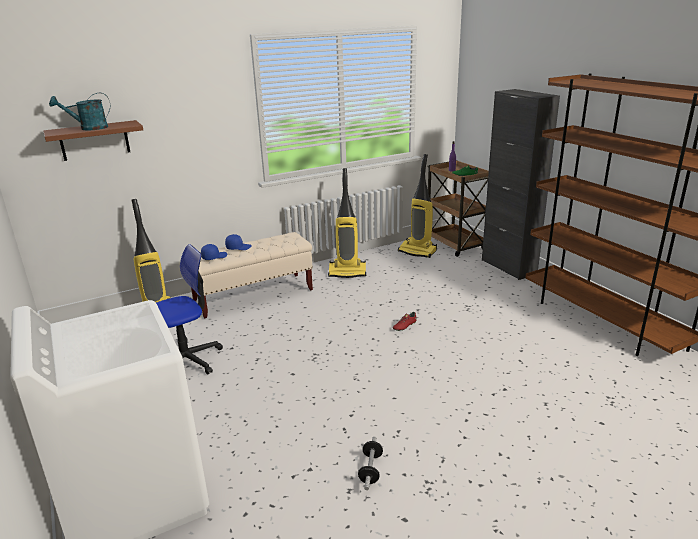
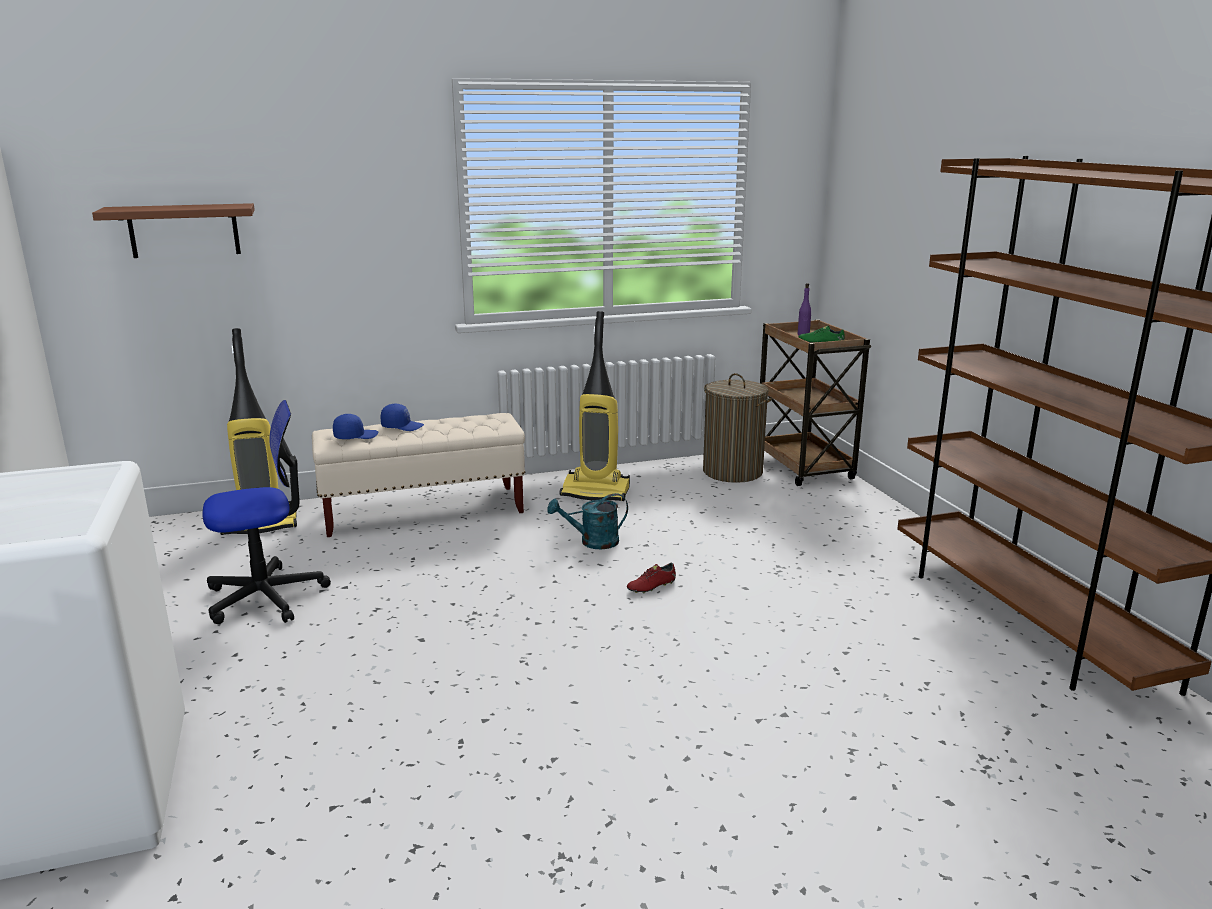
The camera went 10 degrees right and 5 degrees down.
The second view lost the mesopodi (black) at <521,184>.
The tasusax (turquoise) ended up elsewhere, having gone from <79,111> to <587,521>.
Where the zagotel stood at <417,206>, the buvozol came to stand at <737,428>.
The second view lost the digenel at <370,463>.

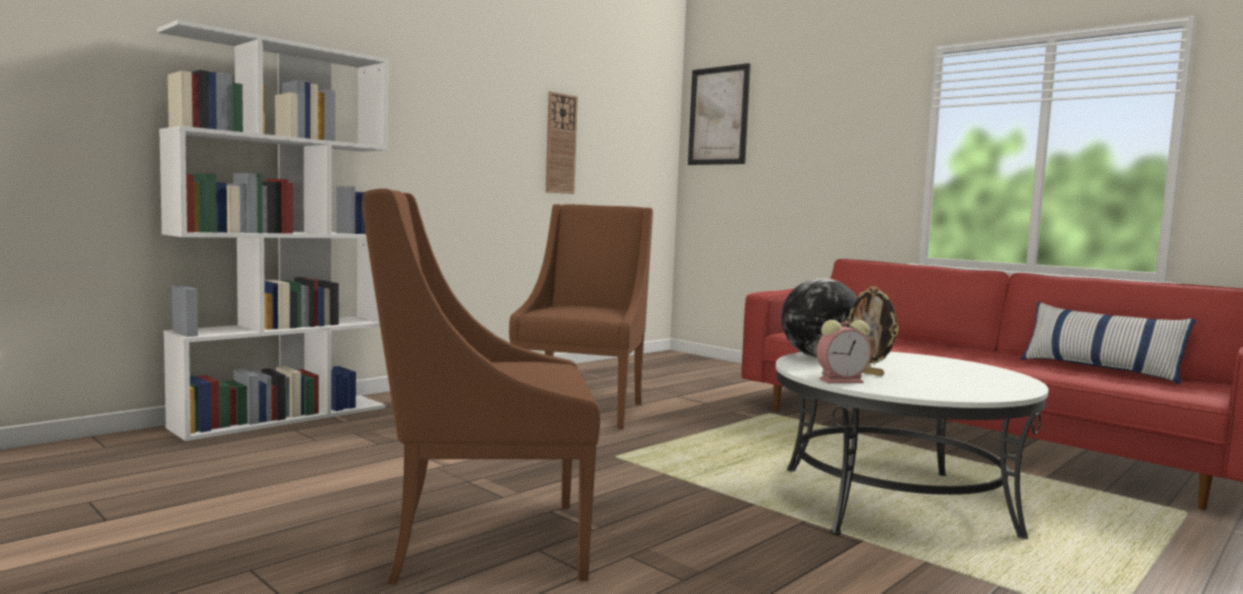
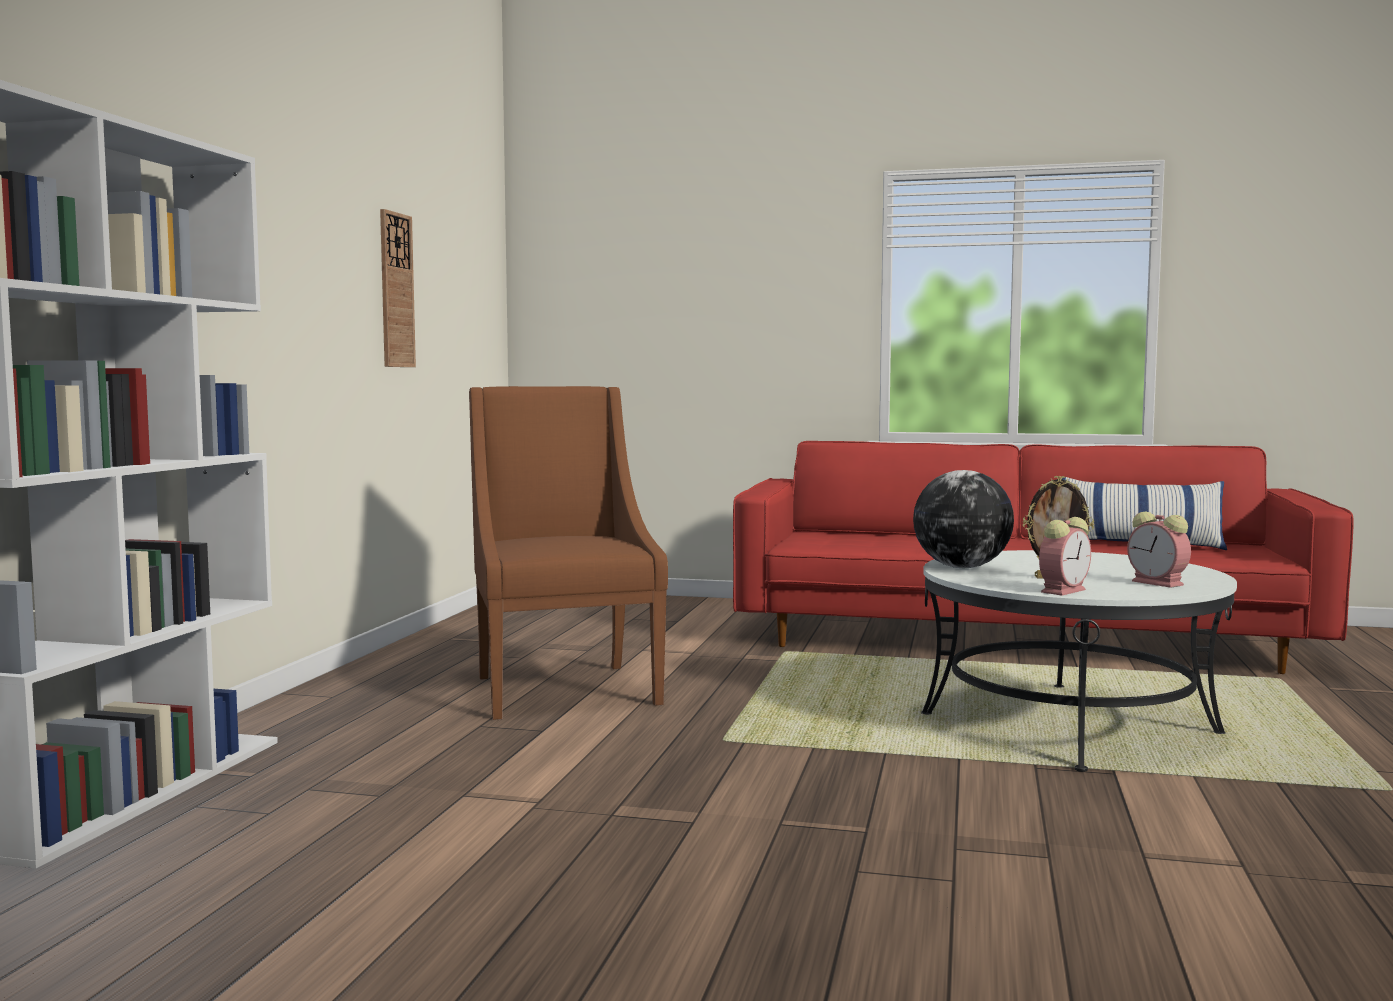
The camera went 30 degrees left and 0 degrees up.
The second view lost the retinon at <719,114>.
The second view lost the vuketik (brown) at <481,386>.
The second view gained the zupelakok at <1159,550>.

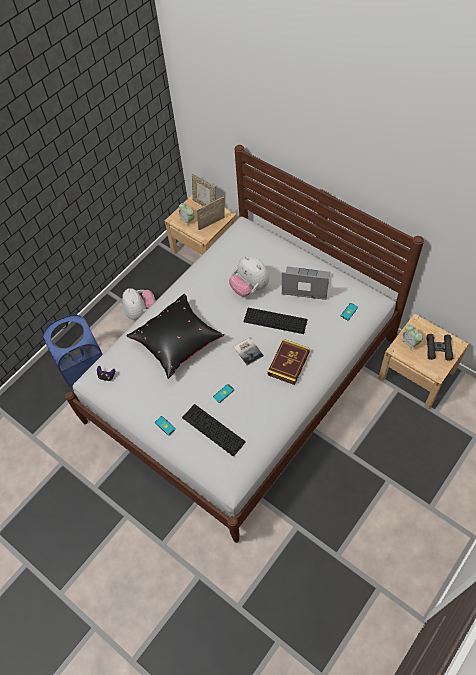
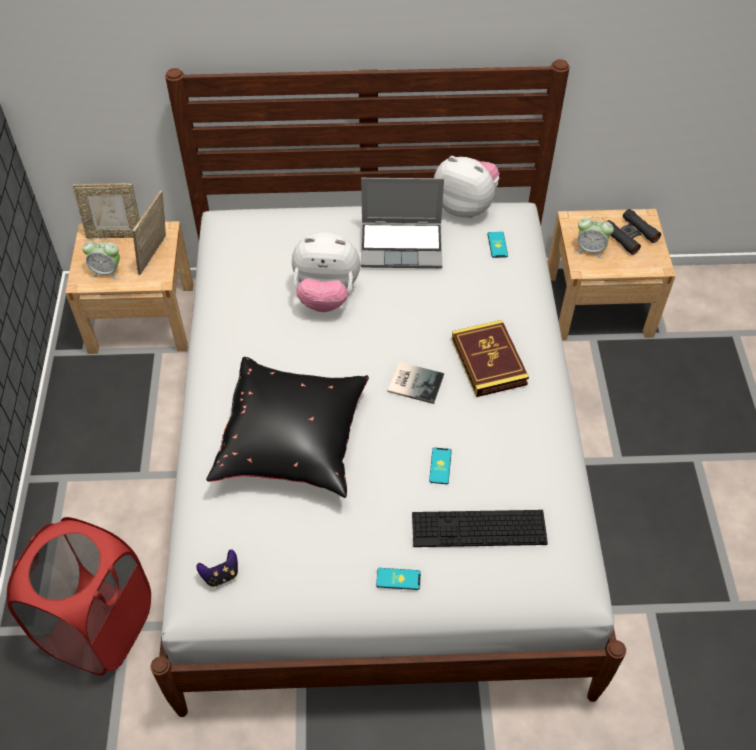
The camera went 45 degrees left and 5 degrees down.
The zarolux at <306,283> ended up facing another way, 150 degrees counterclockwise from before.
The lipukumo ended up elsewhere, having gone from <139,304> to <467,187>.
The second view lost the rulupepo at <275,321>.
What was the buvozol (blue) at <72,351> turned into the buvozol (red) at <79,596>.

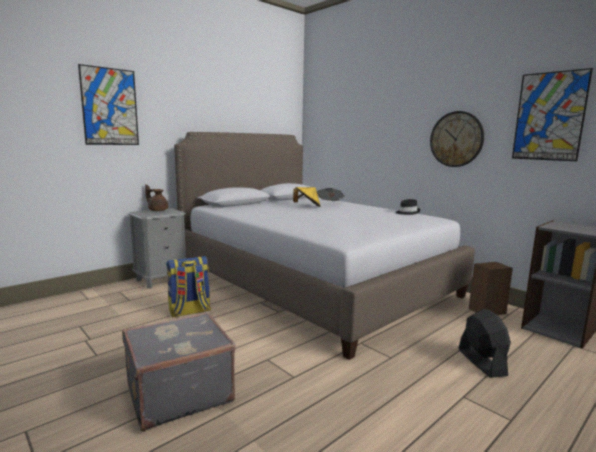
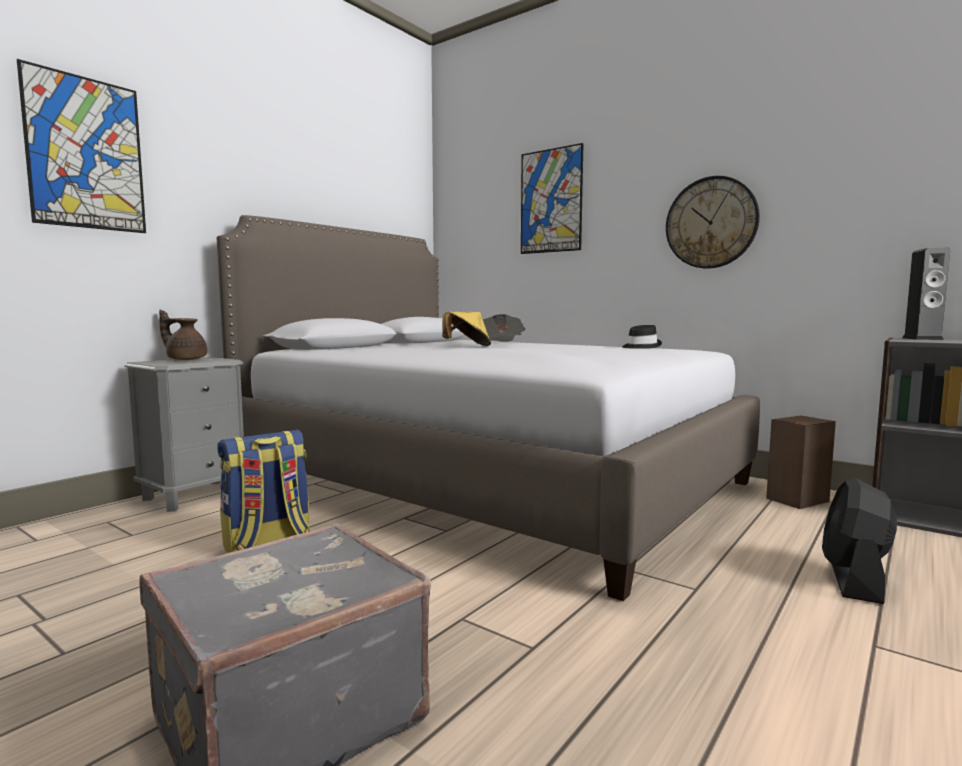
The camera went 10 degrees left and 5 degrees down.
The retinon ended up elsewhere, having gone from <552,114> to <552,198>.
The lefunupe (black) at <485,343> ended up facing another way, 135 degrees counterclockwise from before.
The second view gained the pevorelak at <926,293>.

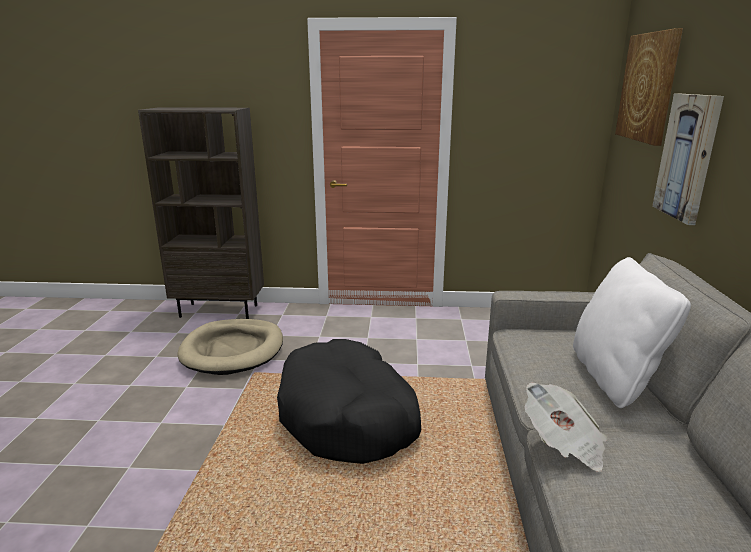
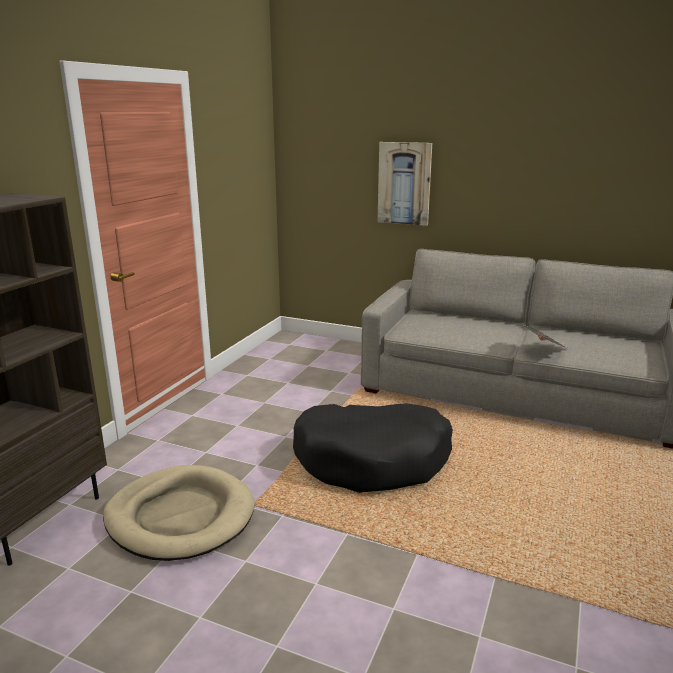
The camera went 70 degrees left and 0 degrees up.
The second view lost the retinon at <649,87>.
The second view lost the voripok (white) at <632,332>.

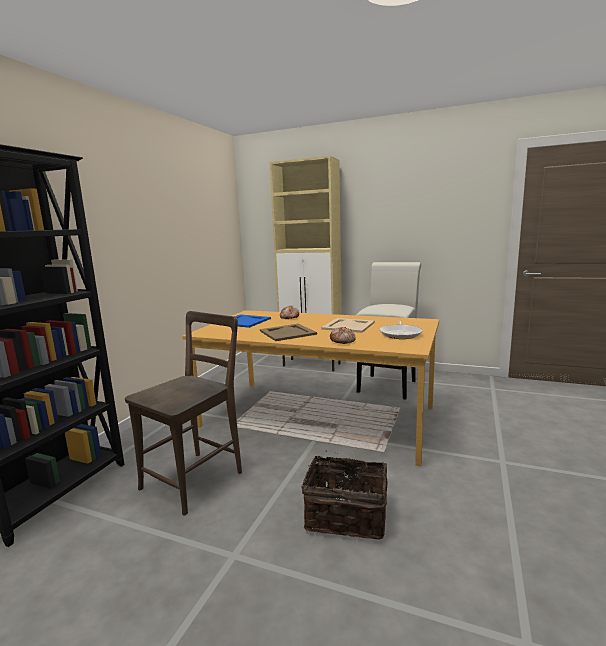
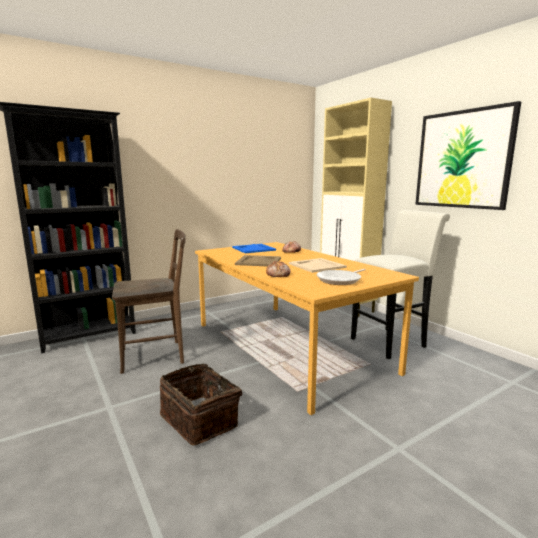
The camera went 35 degrees right and 0 degrees up.
The second view gained the retinon at <468,155>.

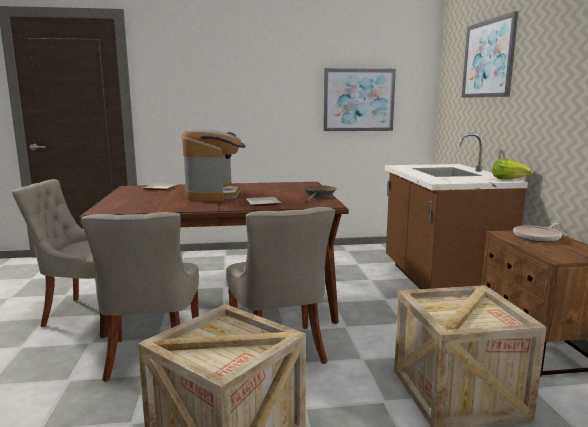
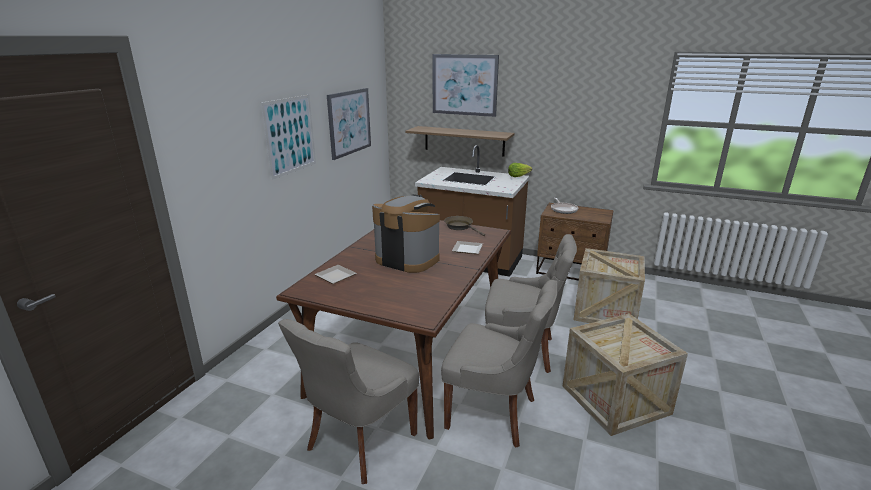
The camera went 60 degrees left and 10 degrees up.
The second view gained the retinon at <288,137>.
The second view gained the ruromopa at <460,141>.

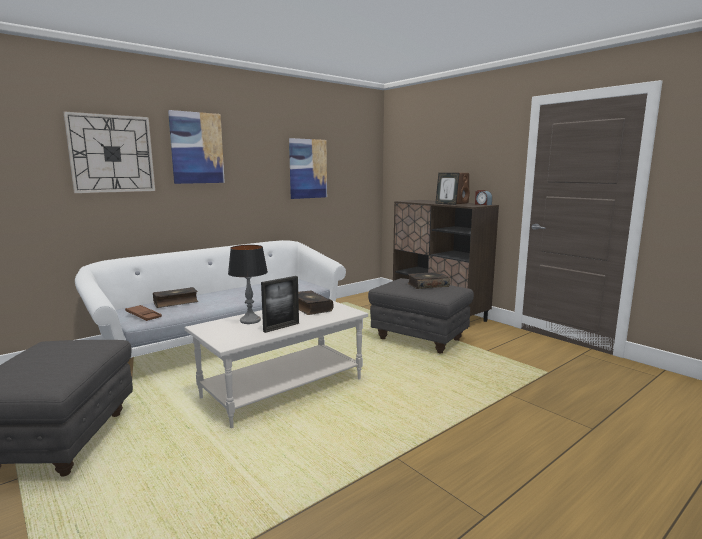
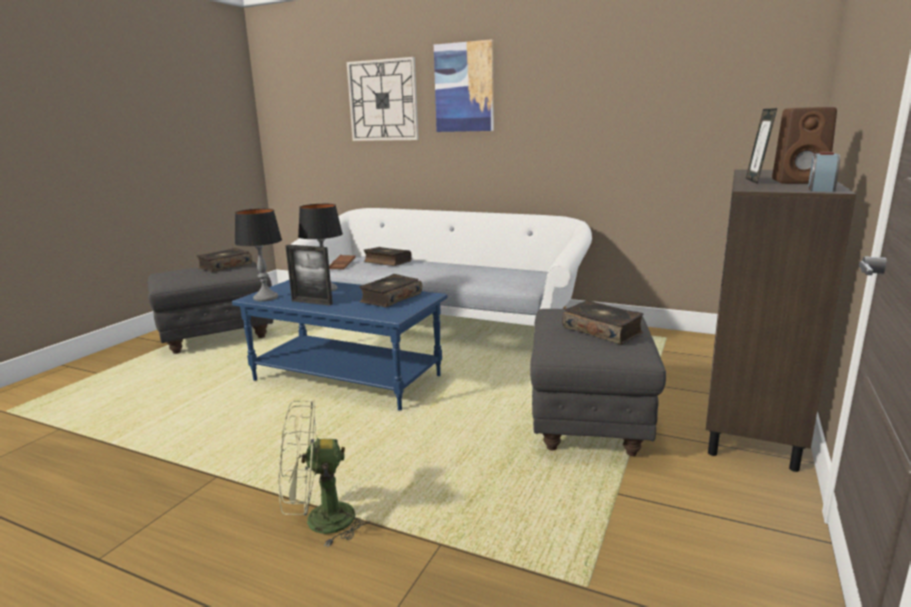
The camera went 65 degrees right and 5 degrees up.
The second view lost the retinon at <308,168>.
What was the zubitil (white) at <276,364> turned into the zubitil (blue) at <339,345>.
The second view gained the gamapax at <258,255>.
The second view gained the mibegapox at <224,260>.
The second view gained the lefunupe (green) at <324,473>.

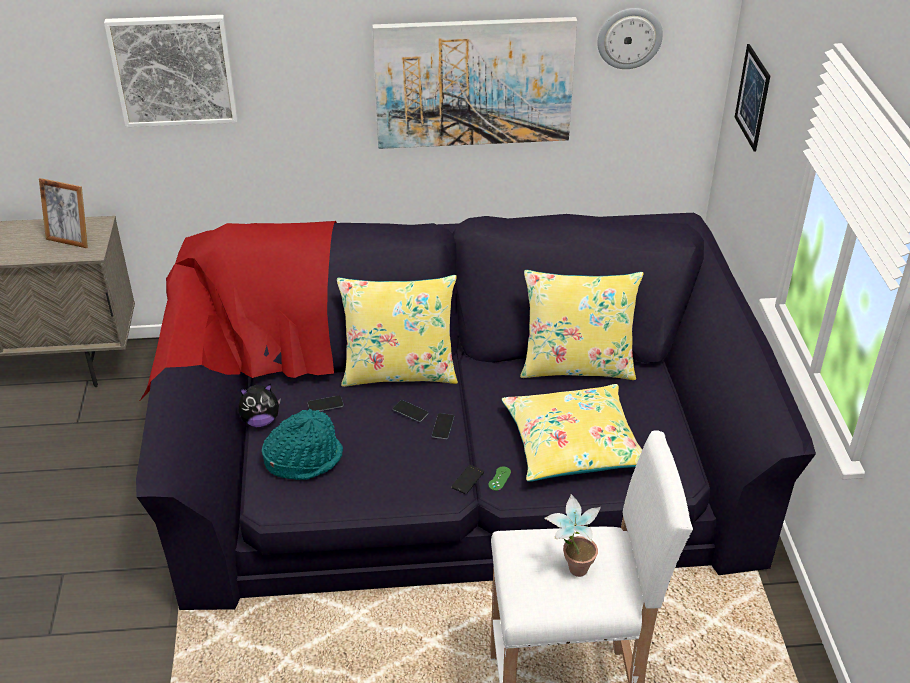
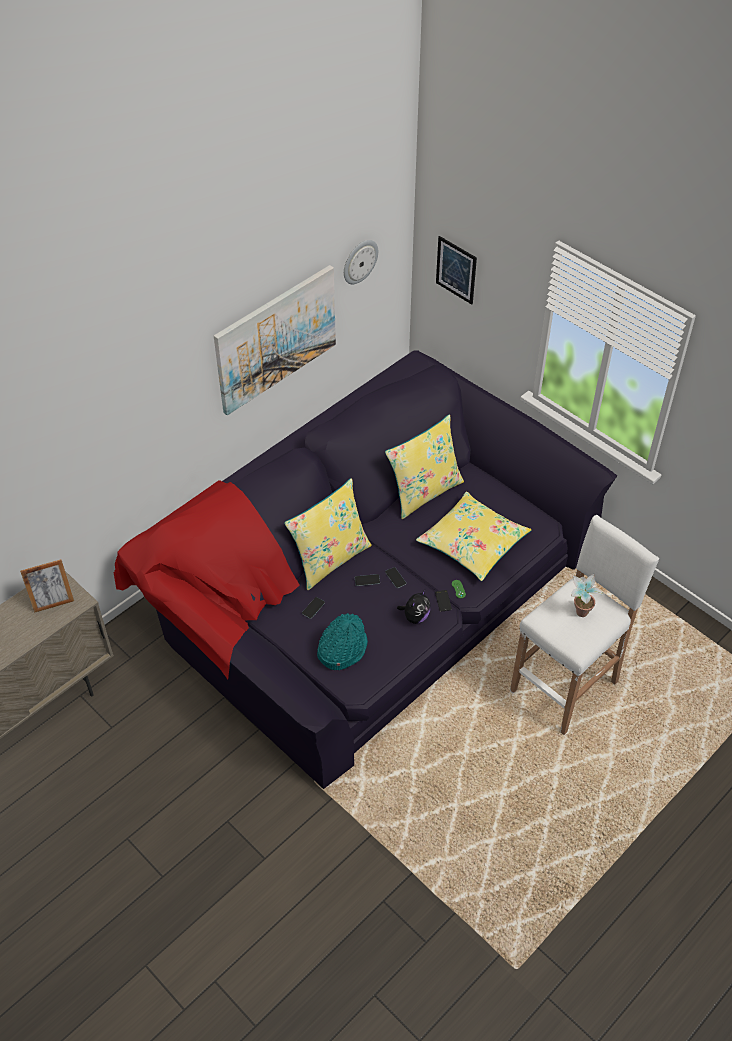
The camera went 40 degrees left and 10 degrees up.
The second view lost the retinon at <171,71>.
The lipukumo ended up elsewhere, having gone from <260,405> to <414,607>.

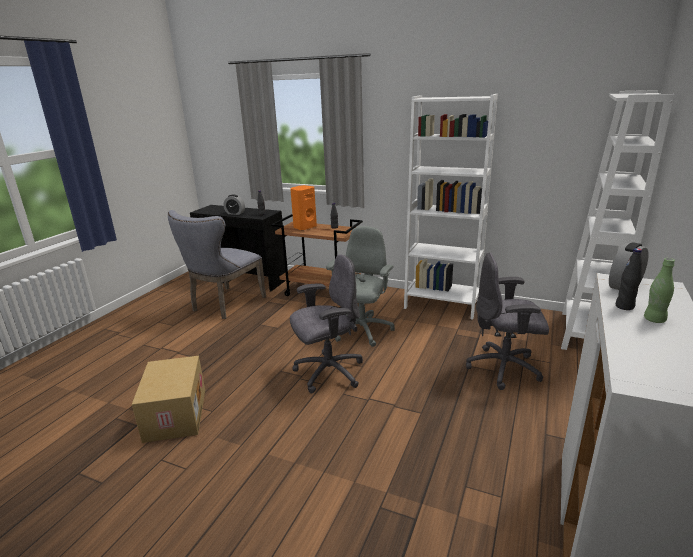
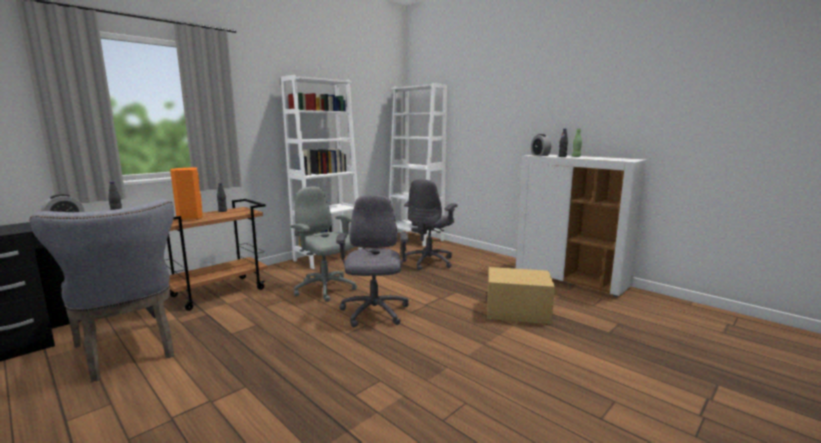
The camera went 70 degrees left and 10 degrees down.
The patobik ended up elsewhere, having gone from <168,399> to <521,295>.

